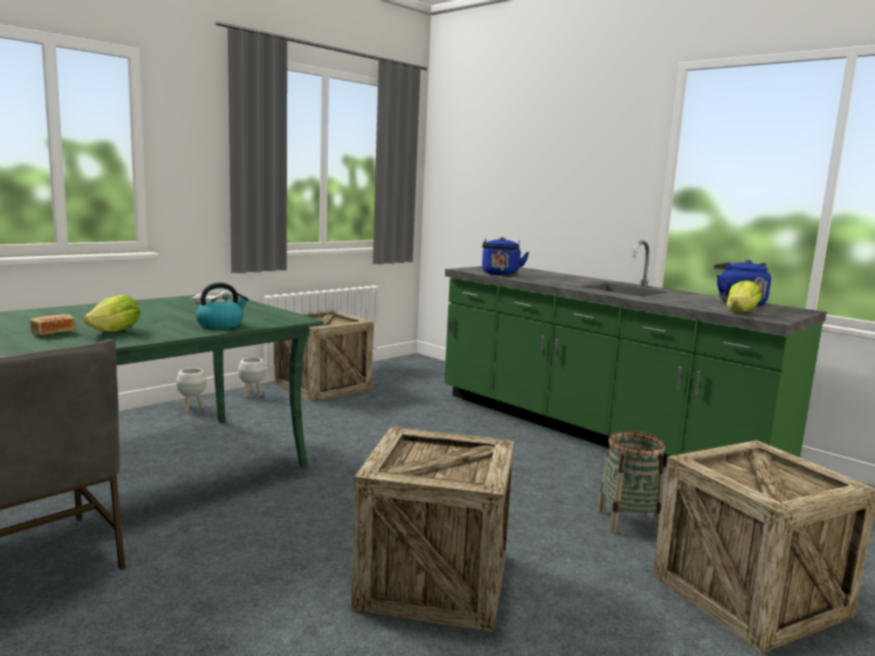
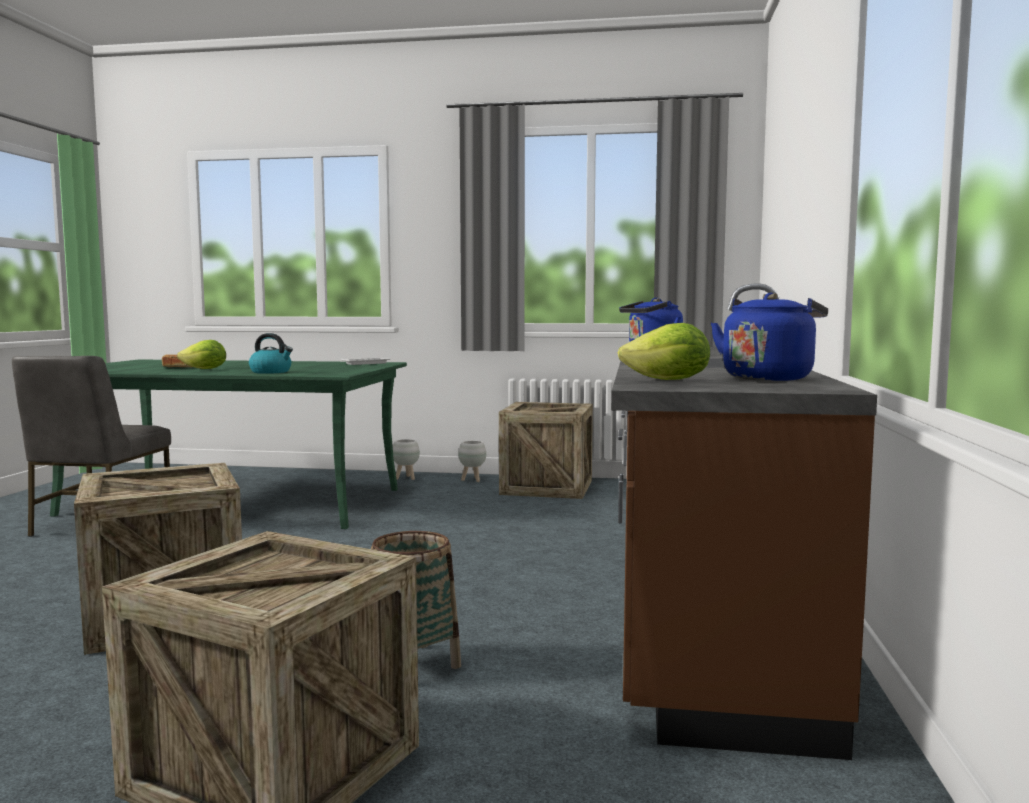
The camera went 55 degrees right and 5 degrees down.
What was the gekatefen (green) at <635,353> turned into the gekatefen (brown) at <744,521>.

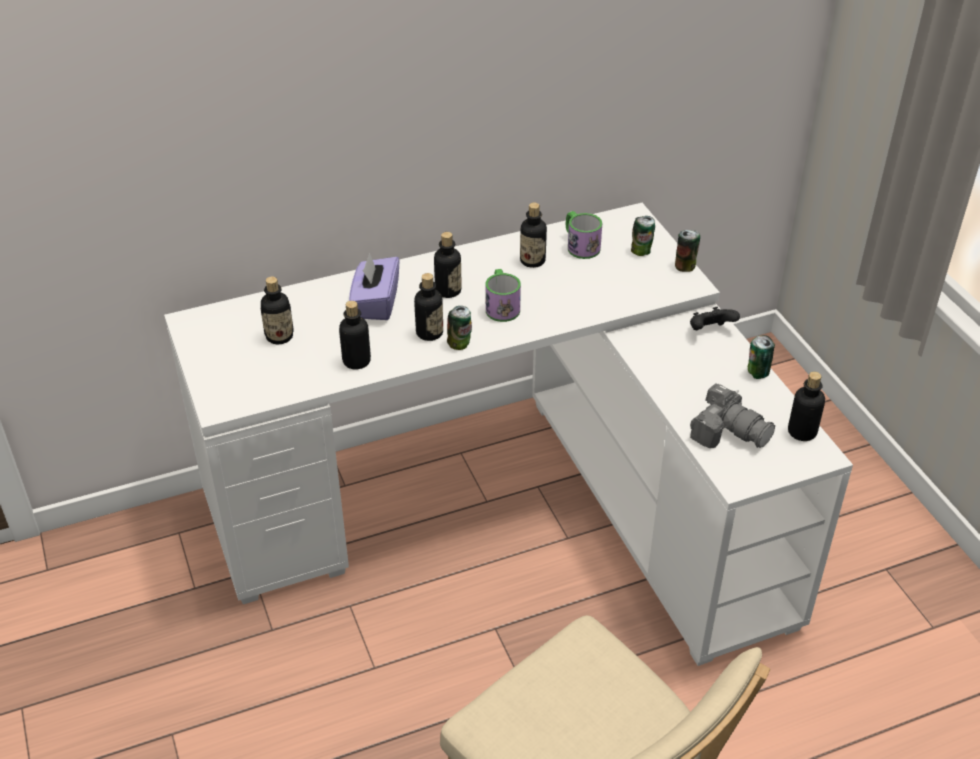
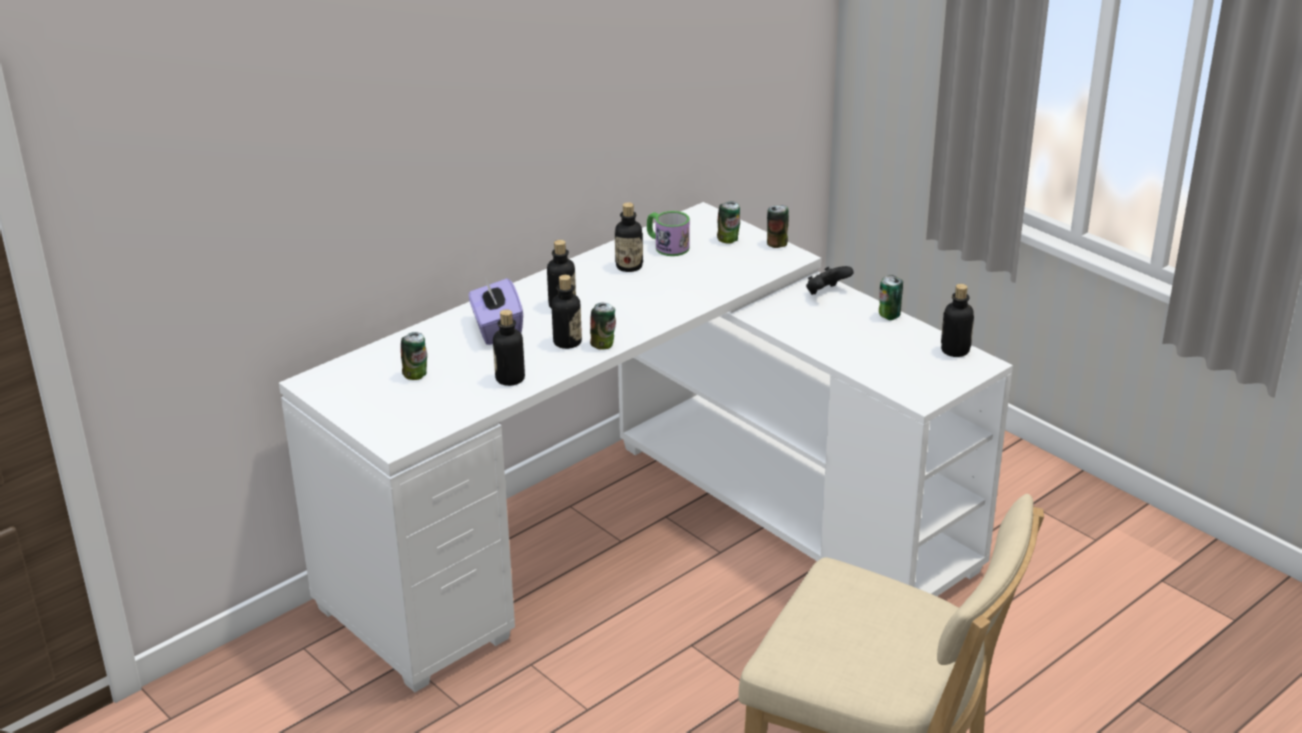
The camera went 20 degrees left and 10 degrees down.
The second view lost the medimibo at <503,295>.
Where the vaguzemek stood at <277,310>, the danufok came to stand at <414,356>.
The second view lost the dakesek at <732,415>.

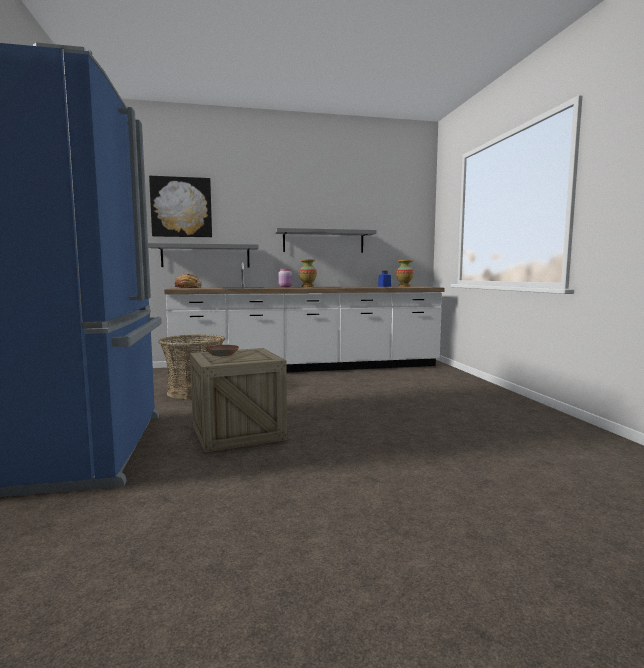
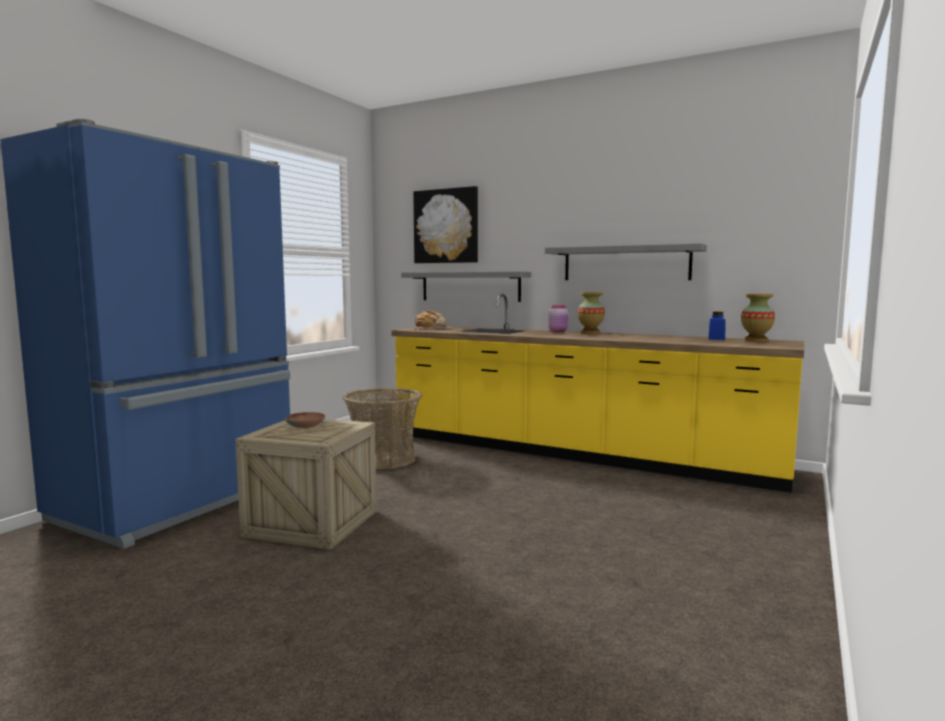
The camera went 40 degrees right and 0 degrees up.
What was the gekatefen (white) at <304,319> turned into the gekatefen (yellow) at <597,393>.

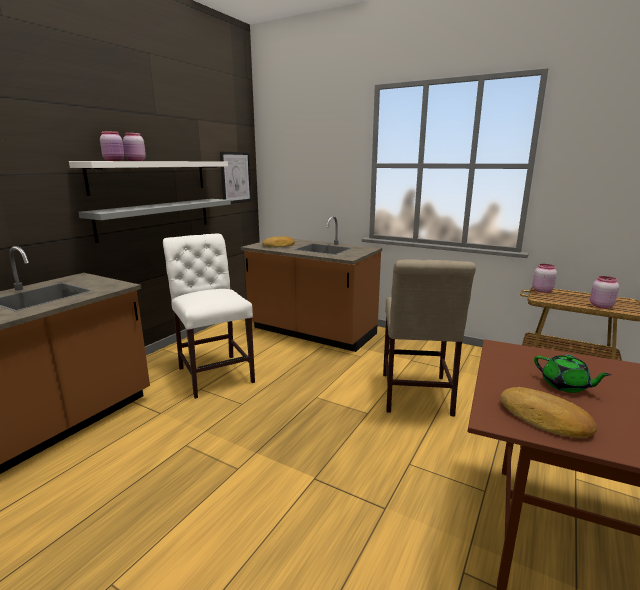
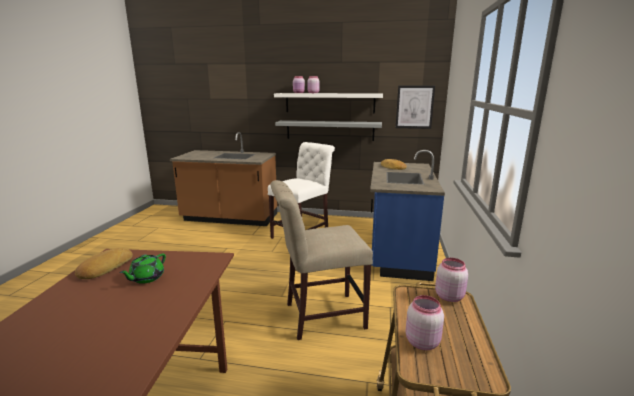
The camera went 70 degrees right and 0 degrees up.
What was the gekatefen (brown) at <311,284> turned into the gekatefen (blue) at <407,215>.

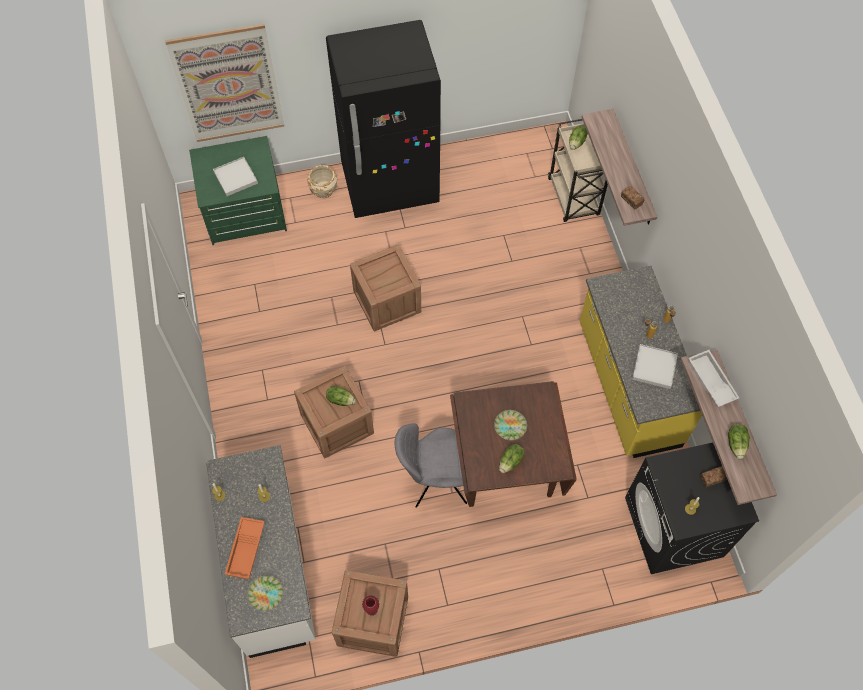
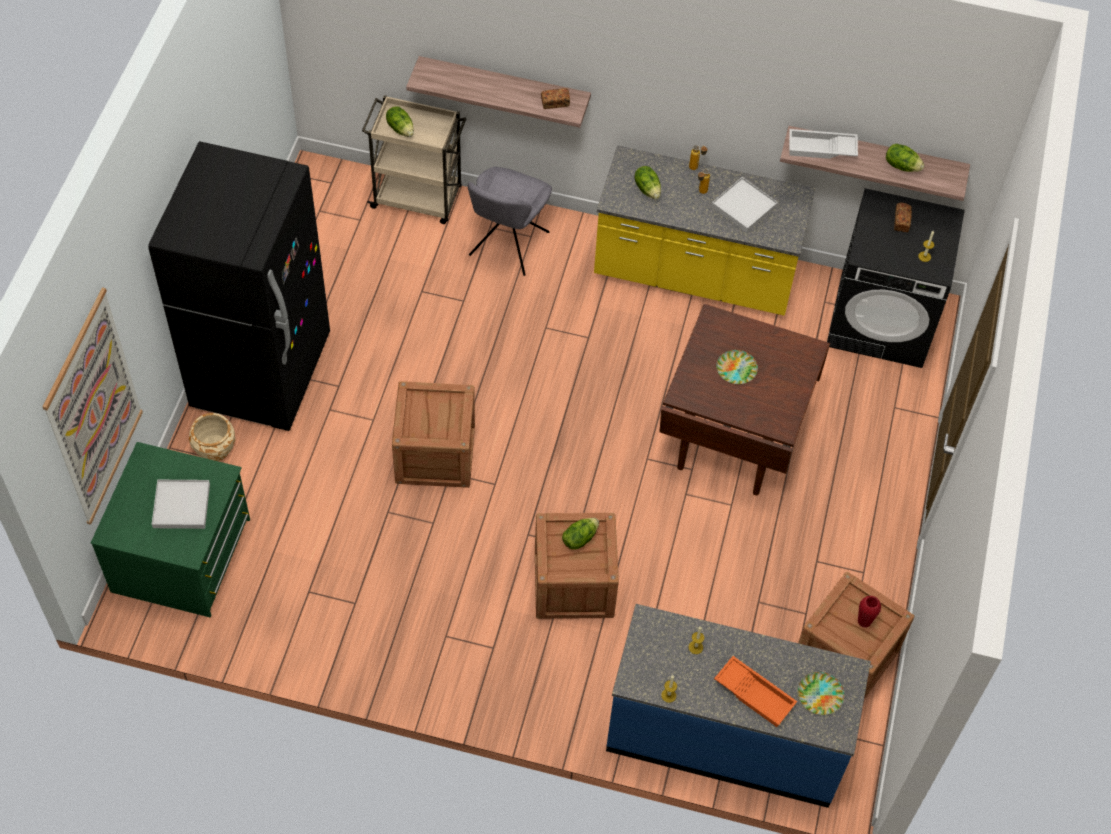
The camera went 65 degrees left and 5 degrees down.
The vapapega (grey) ended up elsewhere, having gone from <431,465> to <510,221>.
The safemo ended up elsewhere, having gone from <512,458> to <648,182>.
What was the gekatefen (white) at <261,551> turned into the gekatefen (blue) at <738,706>.

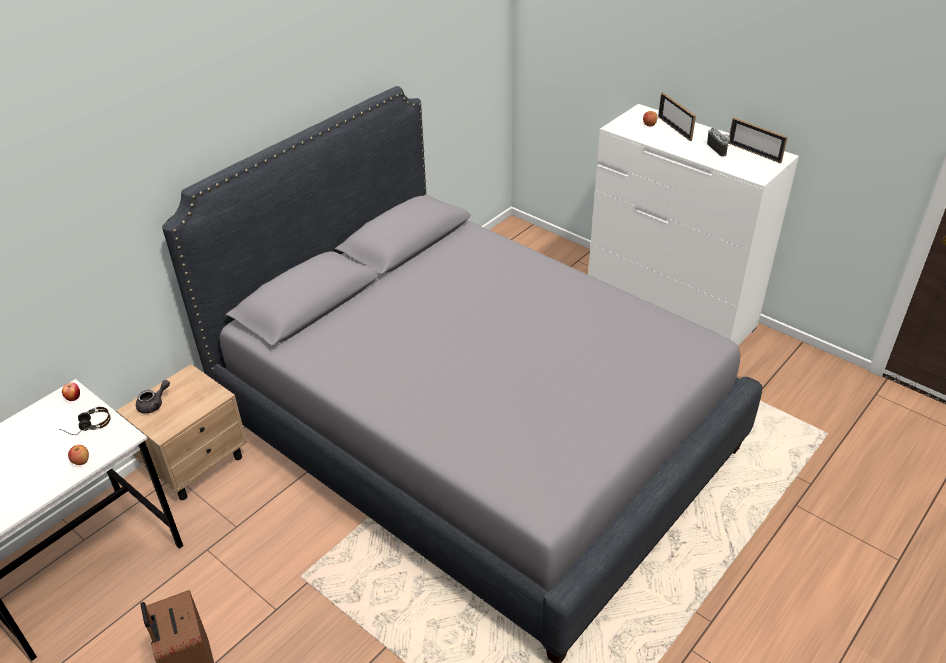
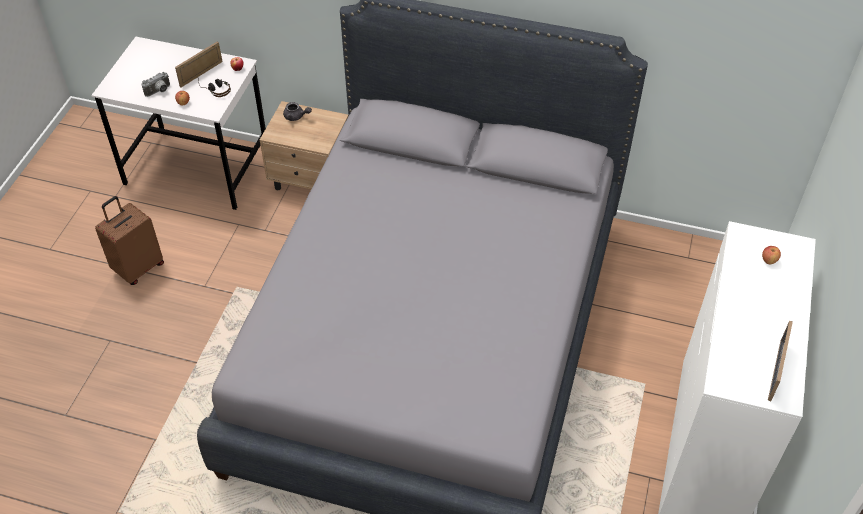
The camera went 65 degrees right and 10 degrees up.
The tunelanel ended up elsewhere, having gone from <677,116> to <199,64>.
The dakesek ended up elsewhere, having gone from <718,142> to <155,84>.

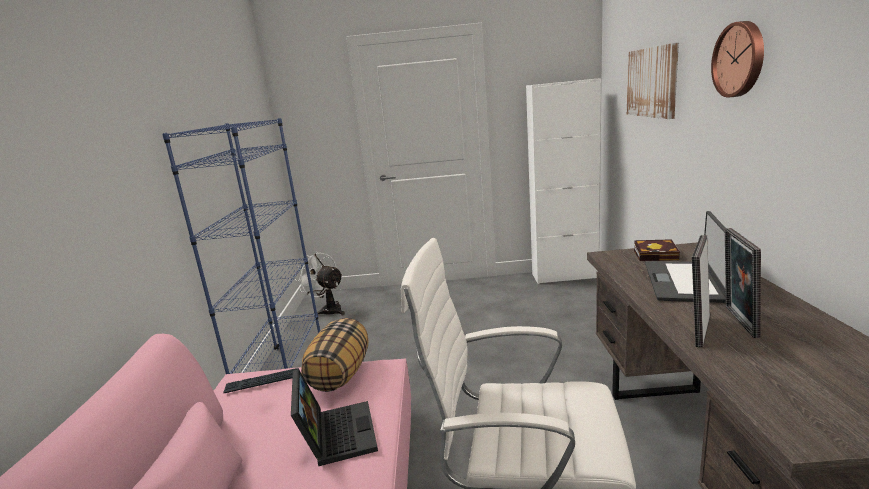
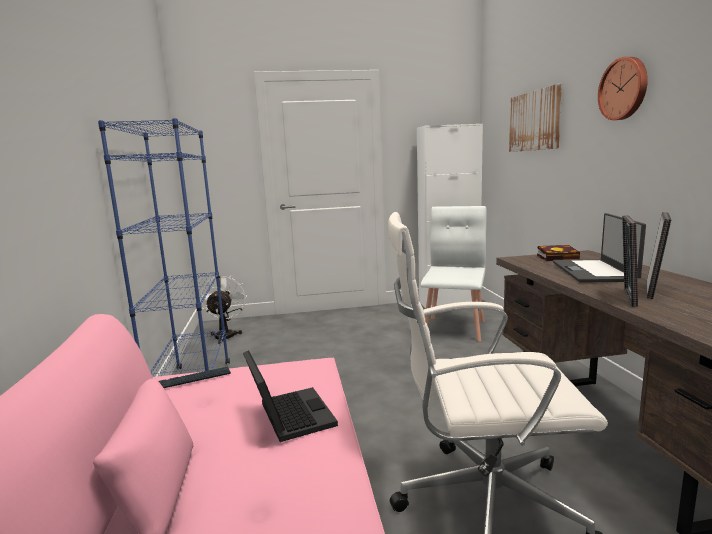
The camera went 10 degrees left and 5 degrees down.
The tunelanel at <742,283> ended up facing another way, 150 degrees counterclockwise from before.
The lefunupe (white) at <320,284> ended up facing another way, 60 degrees clockwise from before.
The second view lost the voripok at <334,355>.
The second view gained the vapapega (white) at <454,274>.

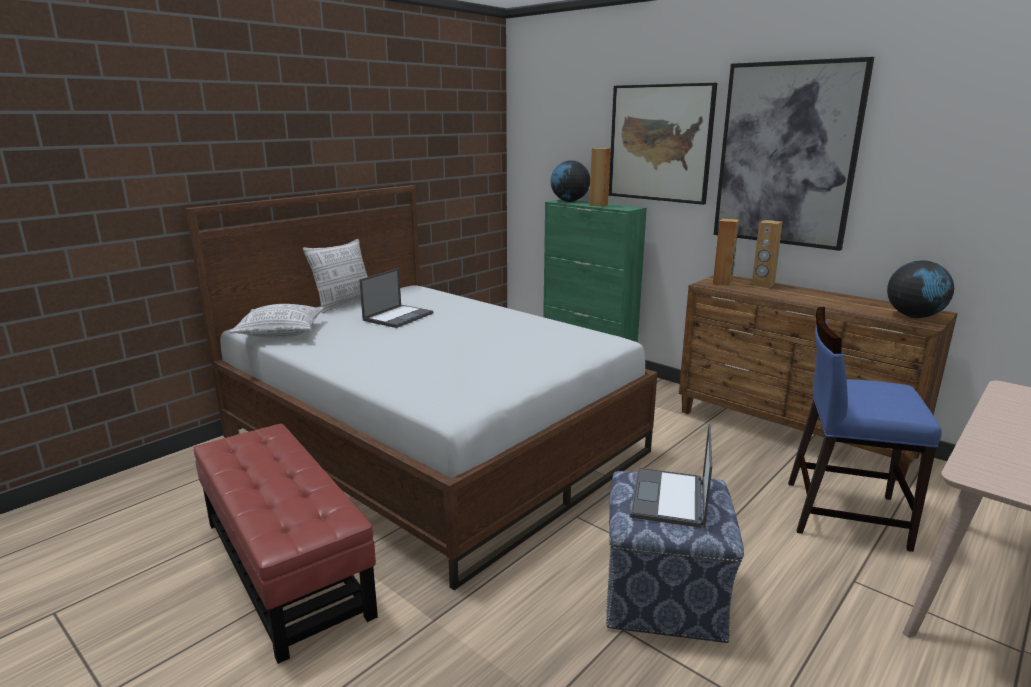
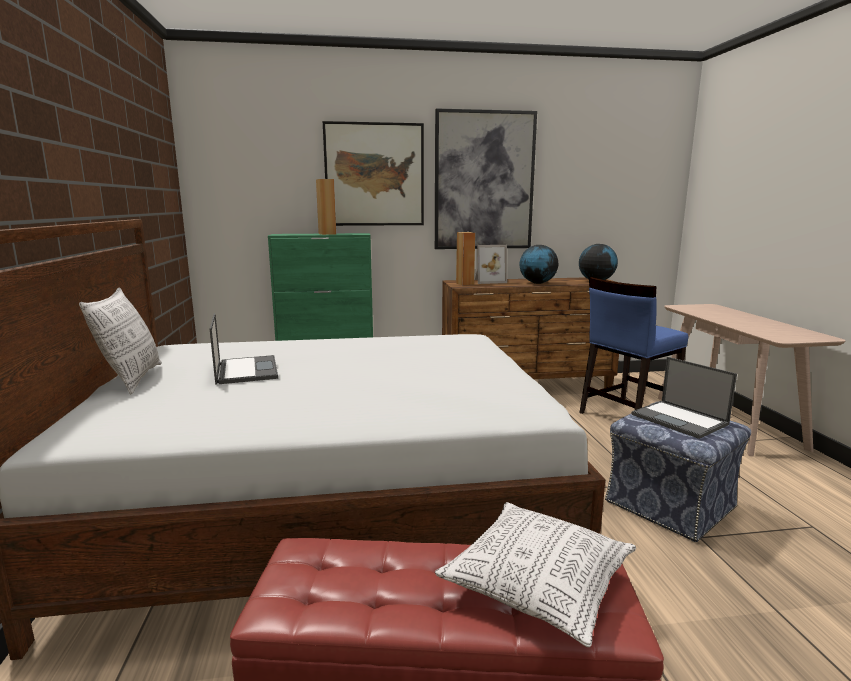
The camera went 50 degrees left and 5 degrees down.
The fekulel ended up elsewhere, having gone from <570,181> to <539,264>.
Where the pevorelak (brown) stood at <766,254>, the tunelanel came to stand at <490,264>.
The voripok ended up elsewhere, having gone from <276,321> to <535,574>.

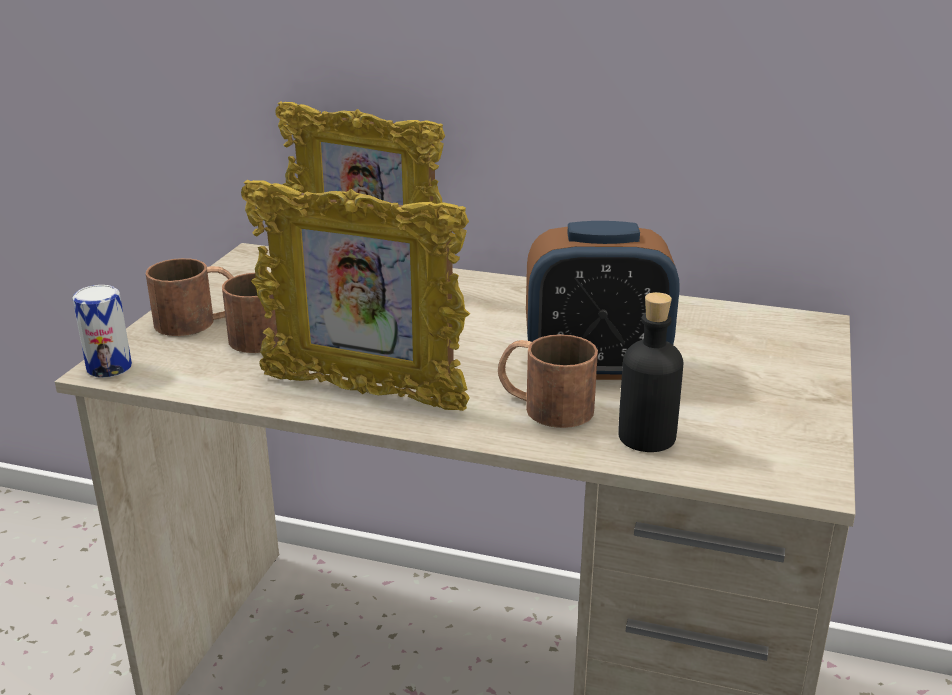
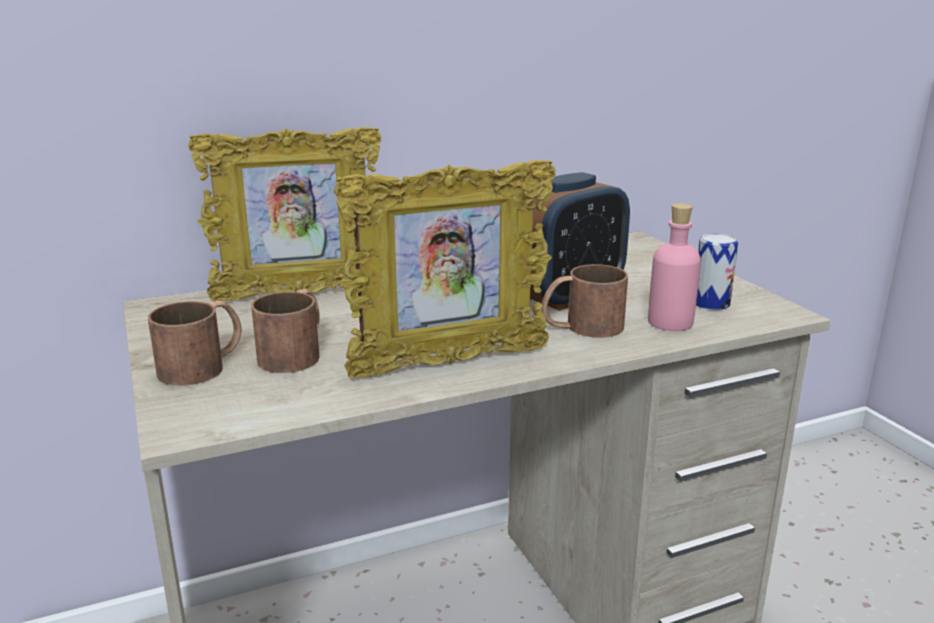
The camera went 40 degrees left and 5 degrees down.
The danufok ended up elsewhere, having gone from <102,331> to <717,272>.
What was the vaguzemek (black) at <651,372> turned into the vaguzemek (pink) at <674,267>.

